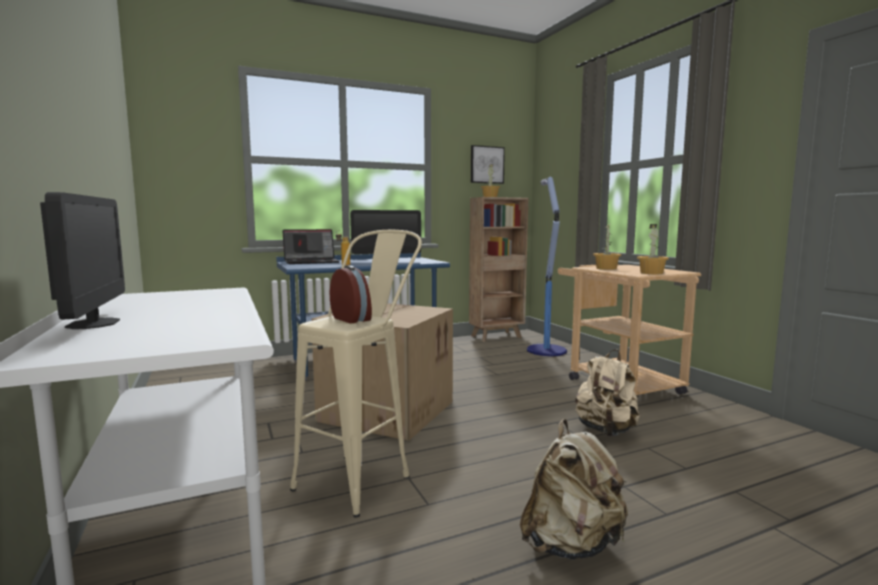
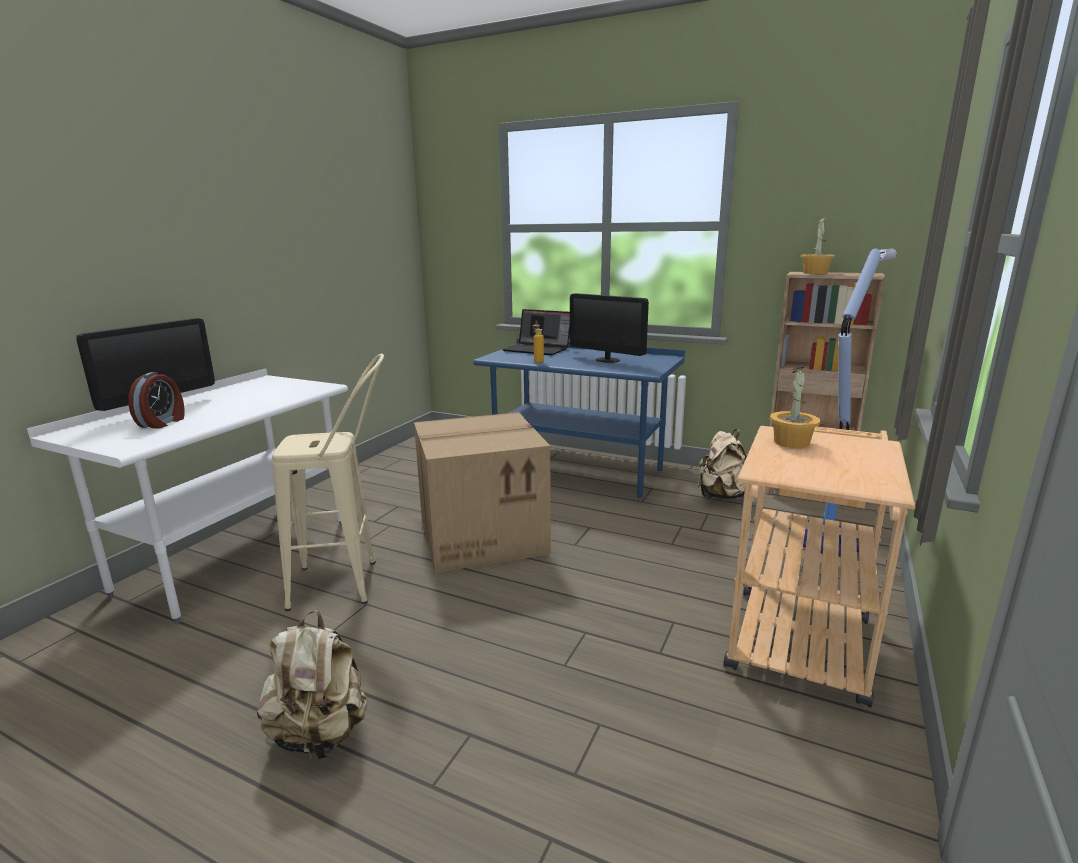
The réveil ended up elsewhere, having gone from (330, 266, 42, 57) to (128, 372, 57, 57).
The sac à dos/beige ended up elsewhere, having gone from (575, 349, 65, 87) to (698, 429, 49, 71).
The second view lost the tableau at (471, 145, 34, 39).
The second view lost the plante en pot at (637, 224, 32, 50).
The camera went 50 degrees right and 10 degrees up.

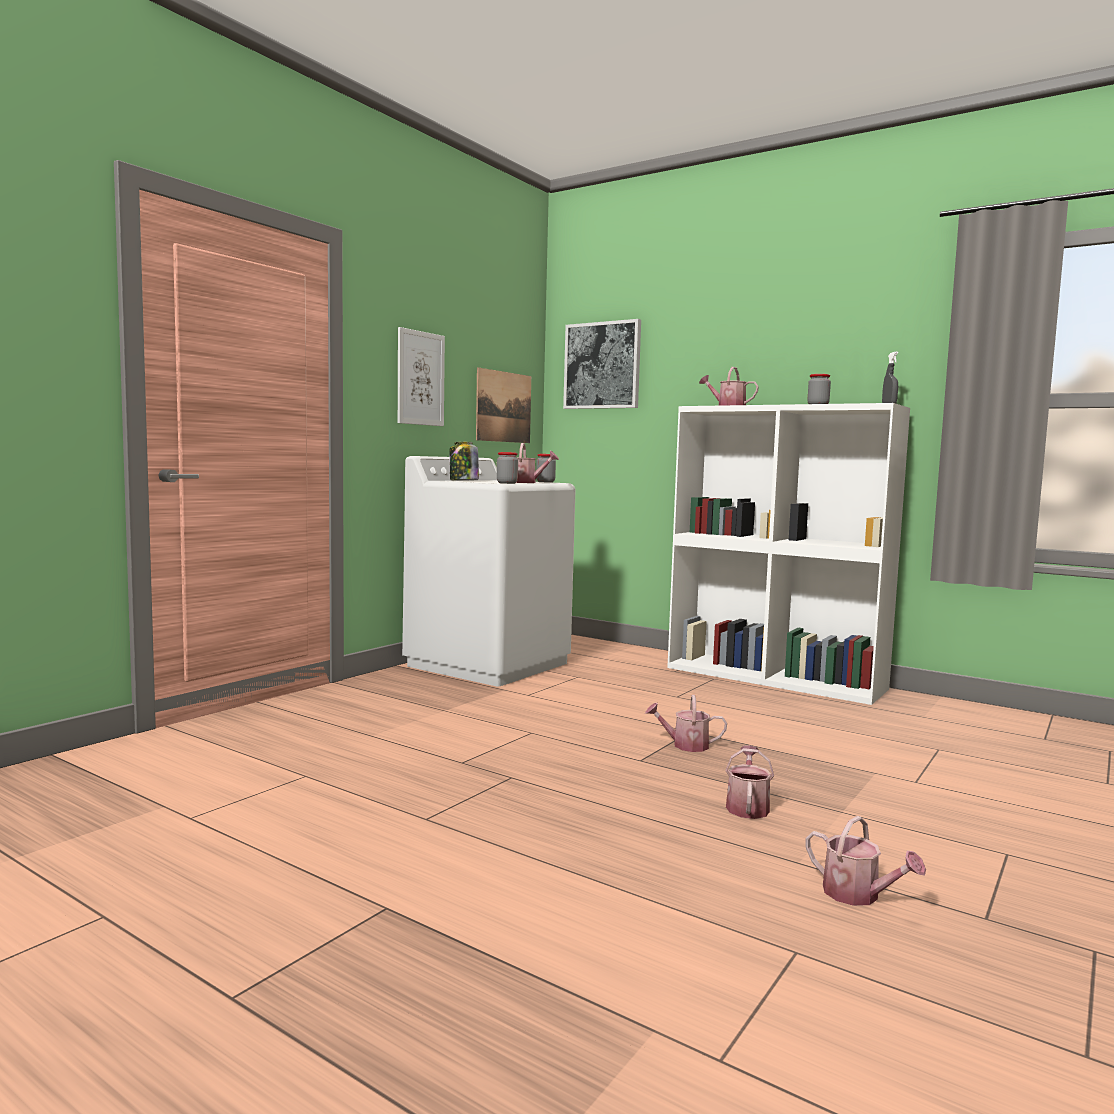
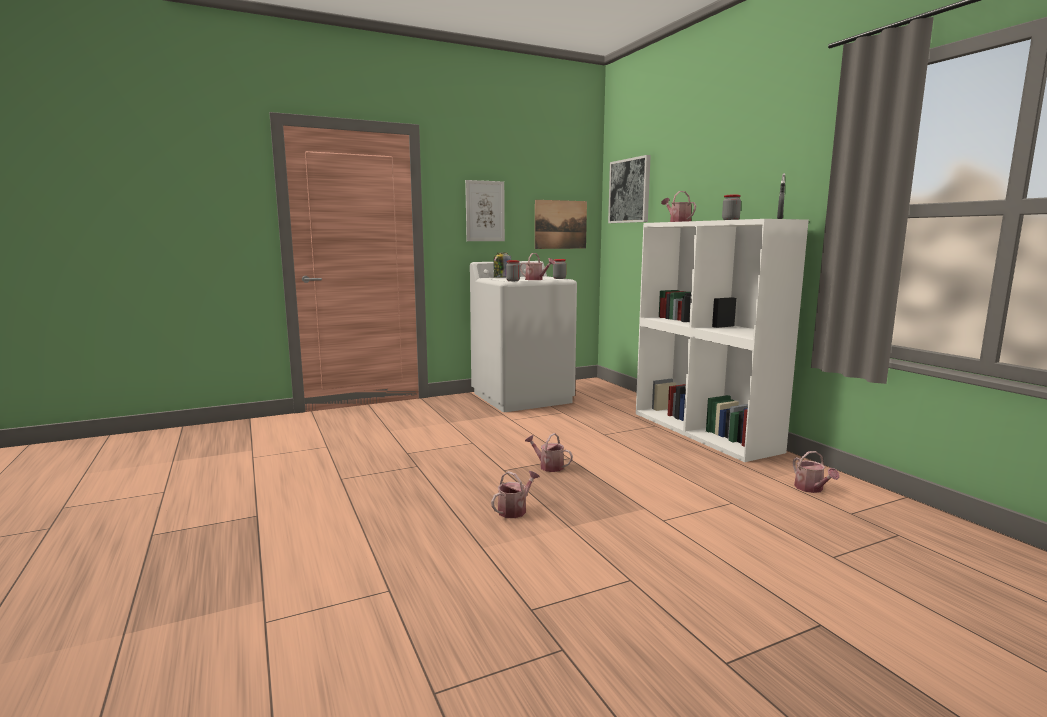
The arrosoir ended up elsewhere, having gone from (805, 816, 121, 90) to (793, 451, 46, 42).
The camera went 30 degrees right and 5 degrees up.

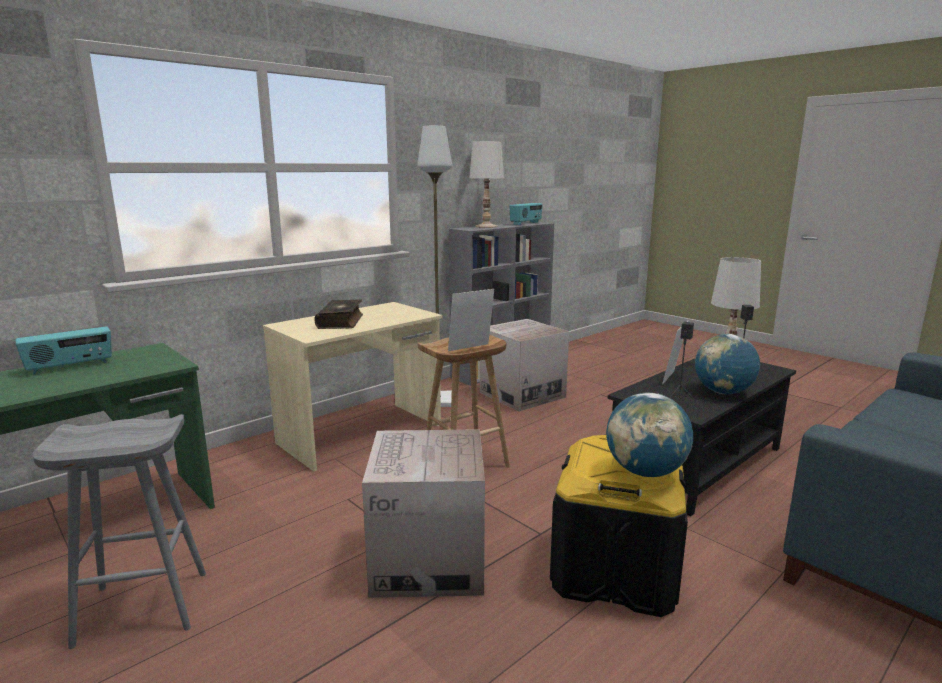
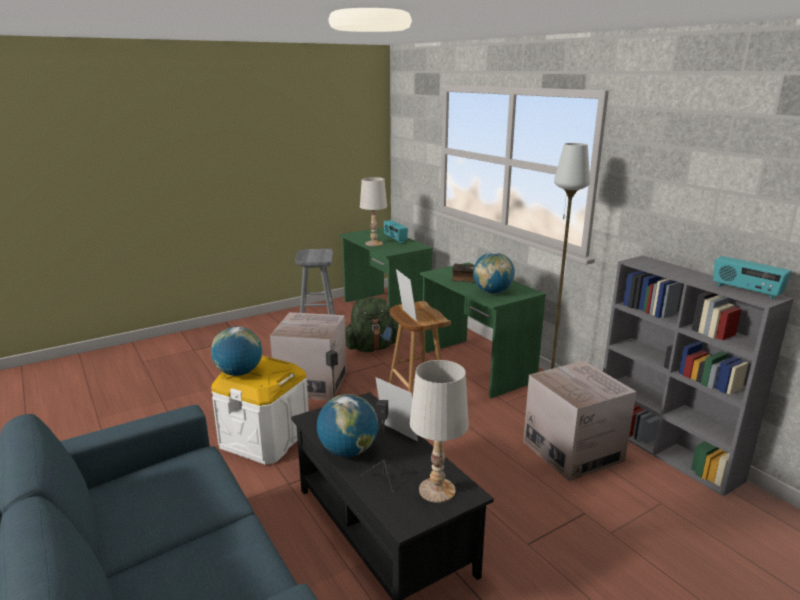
What was the boîte de rangement/noir at (550, 435, 138, 182) turned into the boîte de rangement/blanc at (211, 355, 98, 110).
The second view gained the sac à dos/vert at (345, 297, 53, 55).
The lampe de table/blanc ended up elsewhere, having gone from (469, 141, 35, 87) to (360, 177, 27, 69).
What was the bureau/beige at (263, 302, 180, 169) turned into the bureau/vert at (420, 262, 126, 136).
The second view gained the globe at (473, 252, 42, 42).
The camera went 100 degrees right and 5 degrees up.

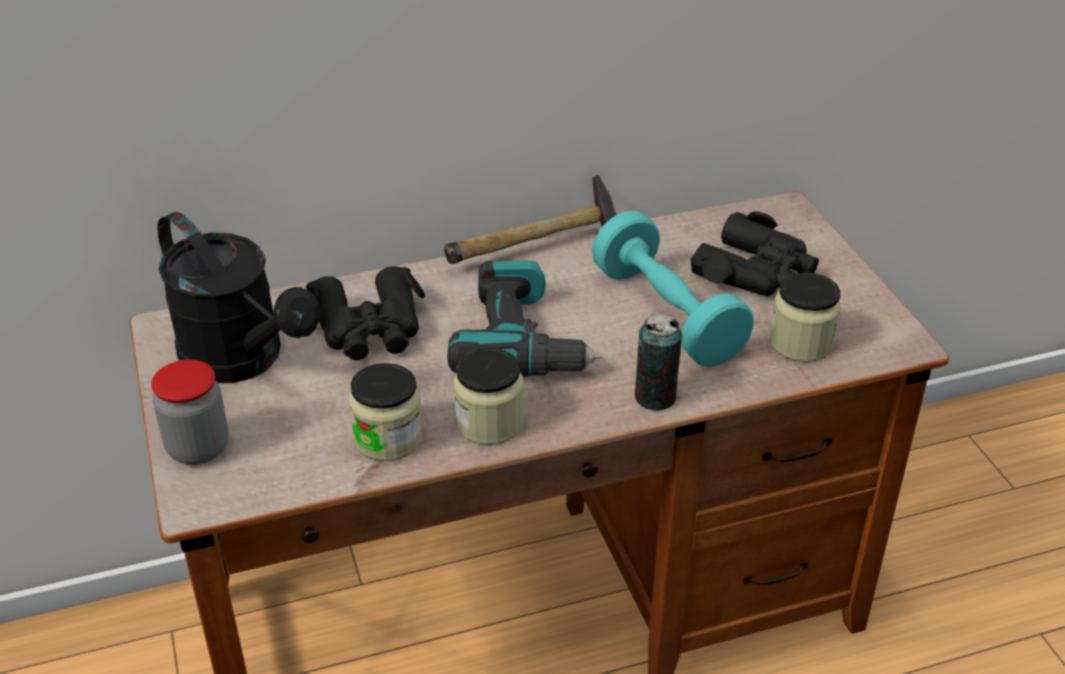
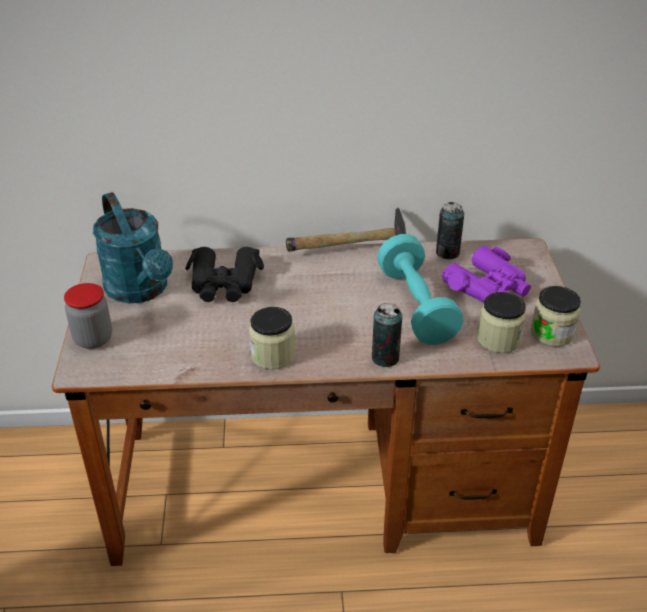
What was the arrosoir/noir at (157, 212, 163, 171) turned into the arrosoir/turquoise at (93, 192, 80, 111).
The second view gained the boîte métallique at (436, 202, 28, 57).
What was the jumelles/noir at (690, 211, 129, 85) turned into the jumelles/violet at (442, 246, 89, 57).
The bocal ended up elsewhere, having gone from (349, 363, 74, 98) to (531, 286, 50, 61).
The second view lost the perceuse at (447, 260, 156, 117).
The camera went 15 degrees right and 0 degrees up.

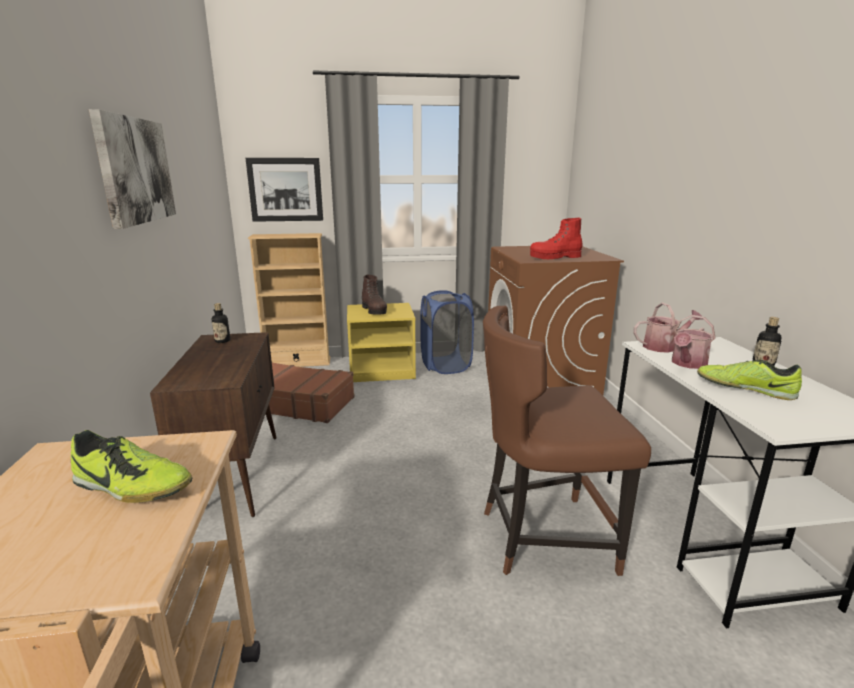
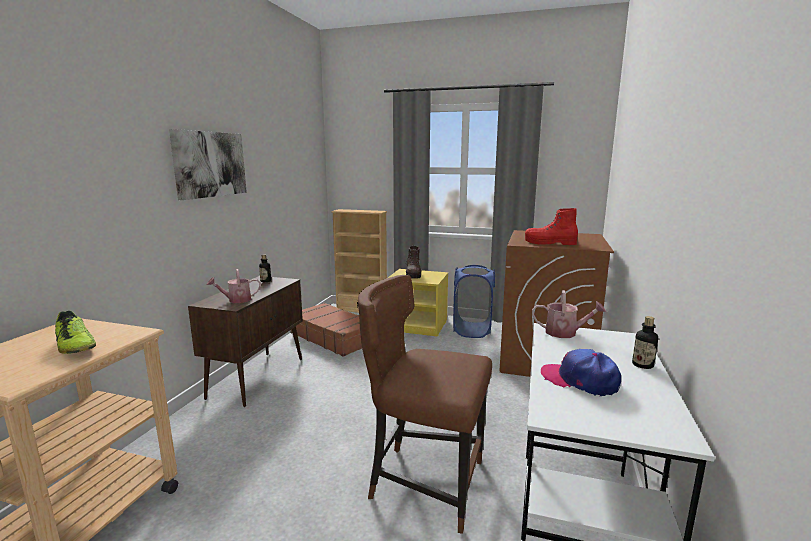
The arrosoir ended up elsewhere, having gone from (672, 315, 44, 54) to (207, 269, 54, 34).
Where the chaussure stood at (697, 359, 105, 41), the casquette came to stand at (541, 349, 80, 47).
The second view lost the tableau at (246, 158, 77, 64).
The camera went 25 degrees right and 5 degrees down.

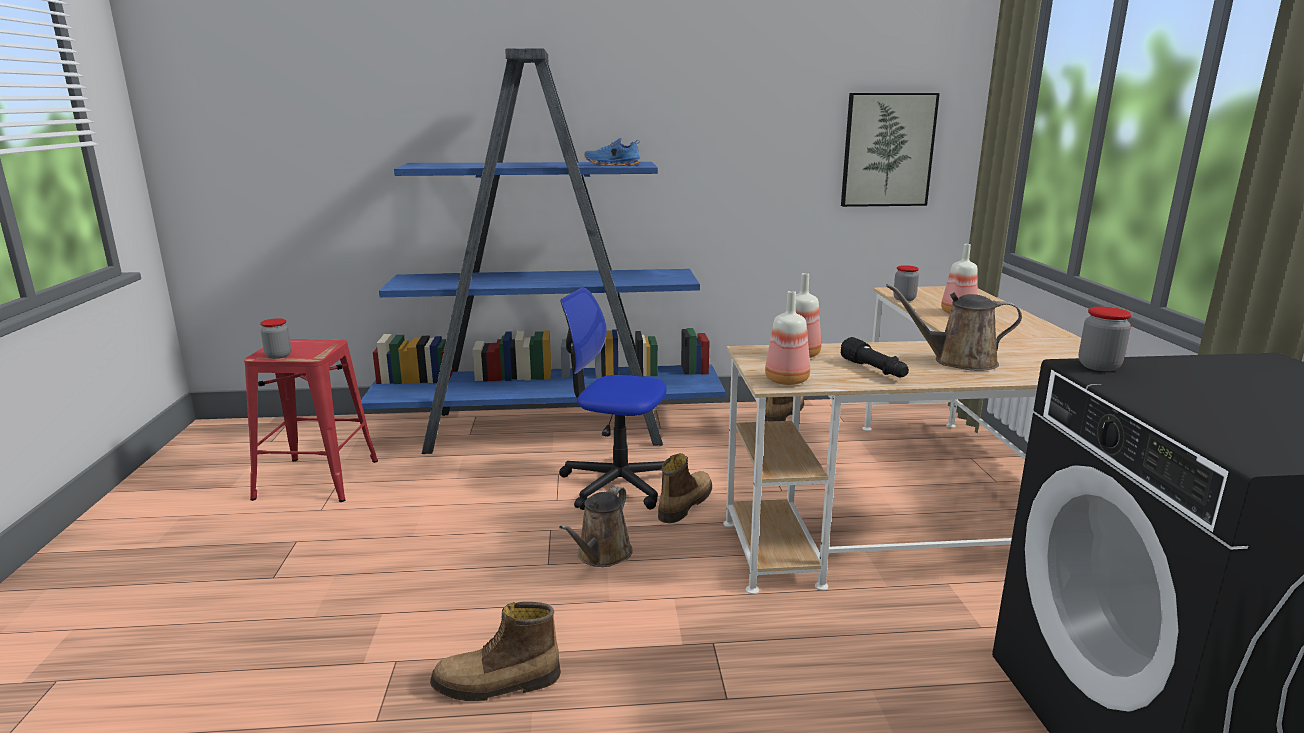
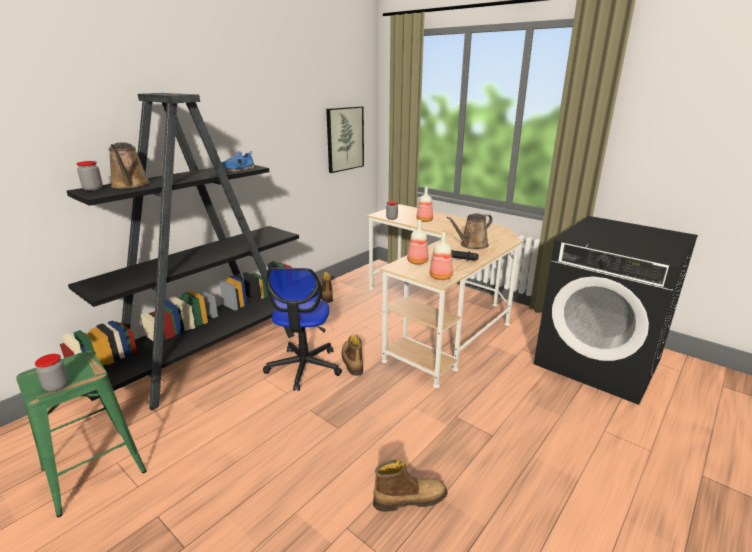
What was the tabouret/rouge at (244, 339, 134, 163) turned into the tabouret/vert at (16, 351, 131, 166).
What was the bibliothèque/bleu at (361, 48, 365, 406) turned into the bibliothèque/noir at (60, 93, 239, 318).
The bocal ended up elsewhere, having gone from (1079, 307, 53, 64) to (76, 161, 27, 30).
The arrosoir/marron ended up elsewhere, having gone from (559, 486, 74, 81) to (109, 142, 41, 47).
The chaise de bureau at (559, 288, 107, 222) ended up facing another way, 60 degrees counterclockwise from before.
The botte at (430, 602, 131, 99) ended up facing another way, 135 degrees counterclockwise from before.
The camera went 45 degrees left and 5 degrees up.

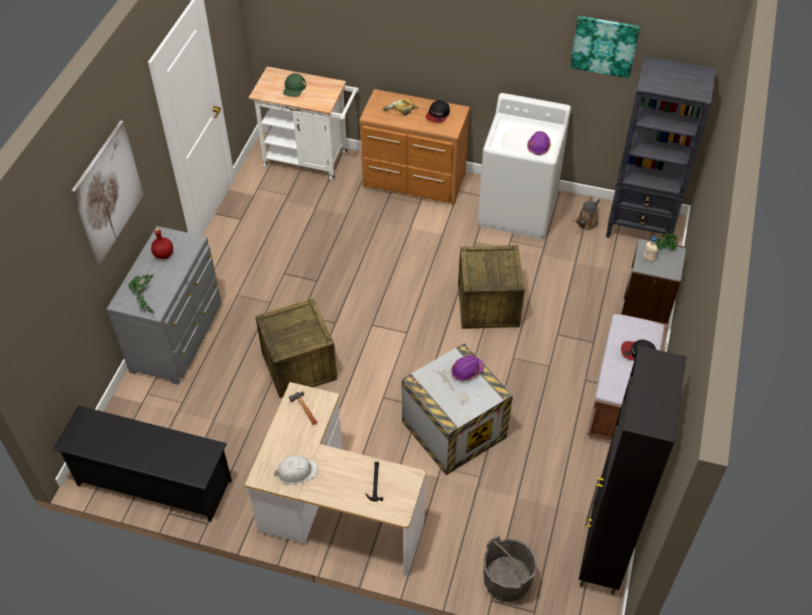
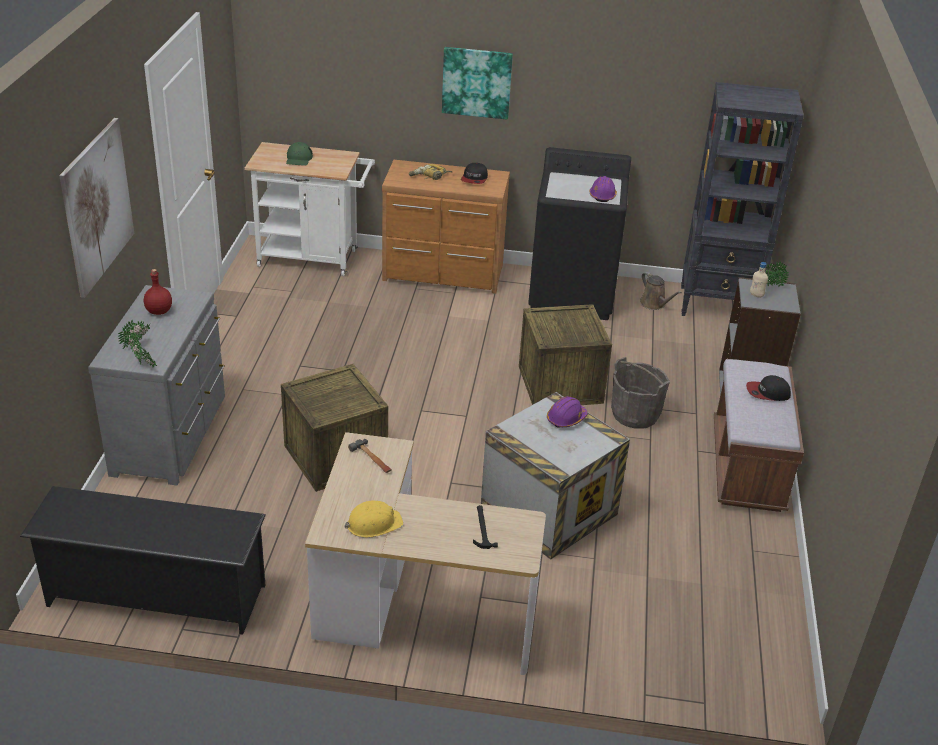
What was the casque de chantier/blanc at (274, 456, 44, 28) turned into the casque de chantier/jaune at (344, 501, 59, 37).
The tableau ended up elsewhere, having gone from (570, 16, 70, 62) to (442, 47, 71, 73).
What was the lave-linge/blanc at (478, 93, 93, 146) turned into the lave-linge/noir at (528, 147, 103, 173).
The seau/gris ended up elsewhere, having gone from (483, 535, 54, 67) to (611, 357, 59, 72).
The arrosoir/marron at (574, 198, 26, 32) ended up facing another way, 60 degrees counterclockwise from before.
The second view lost the meuble de rangement/noir at (579, 346, 108, 249).
The camera went 10 degrees left and 15 degrees down.

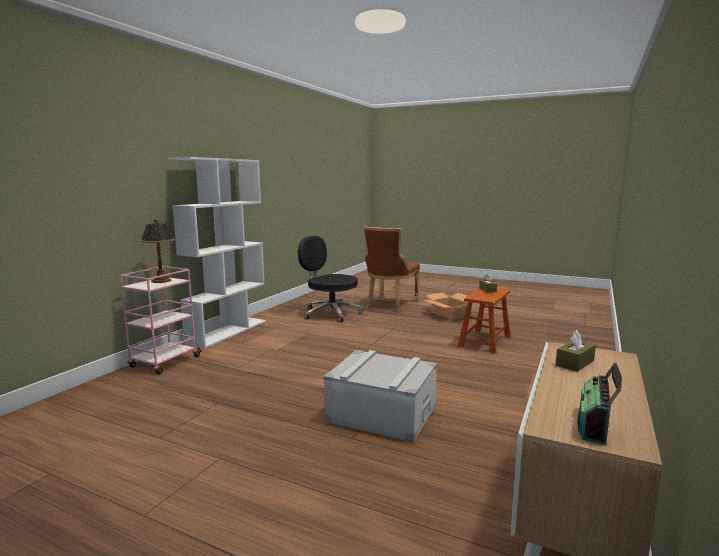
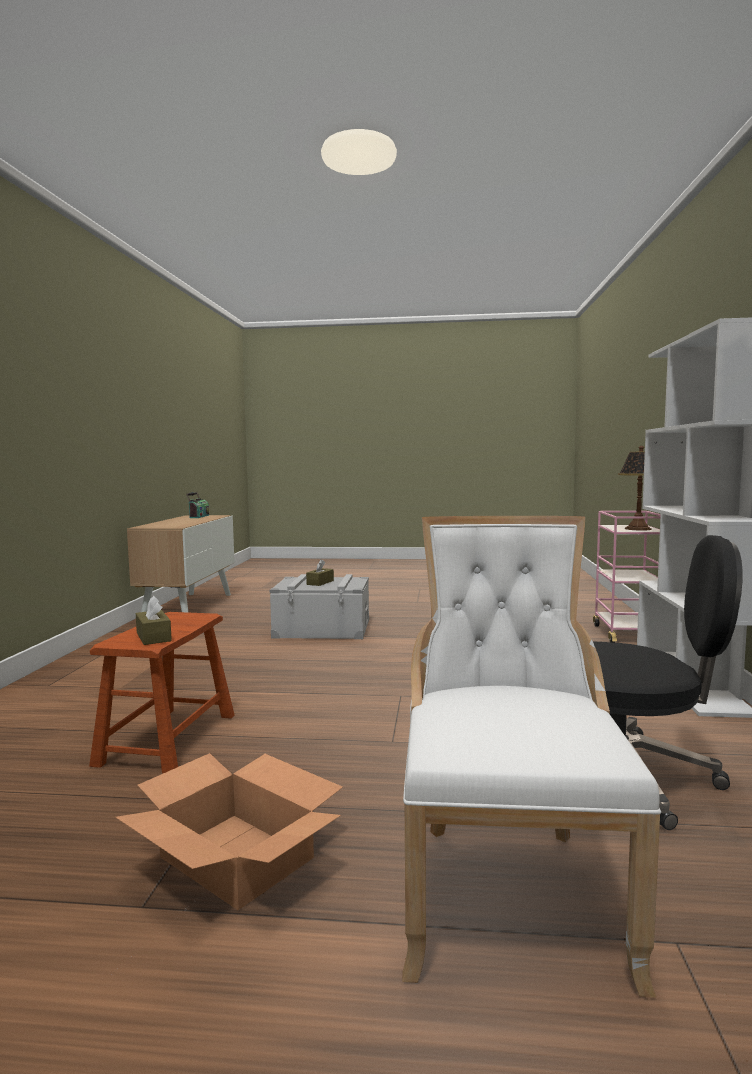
The boîte à mouchoirs/marron ended up elsewhere, having gone from (556, 330, 40, 42) to (306, 559, 28, 27).
What was the chaise/marron at (363, 227, 57, 85) turned into the chaise/blanc at (402, 516, 259, 482).
The camera went 160 degrees right and 5 degrees down.

